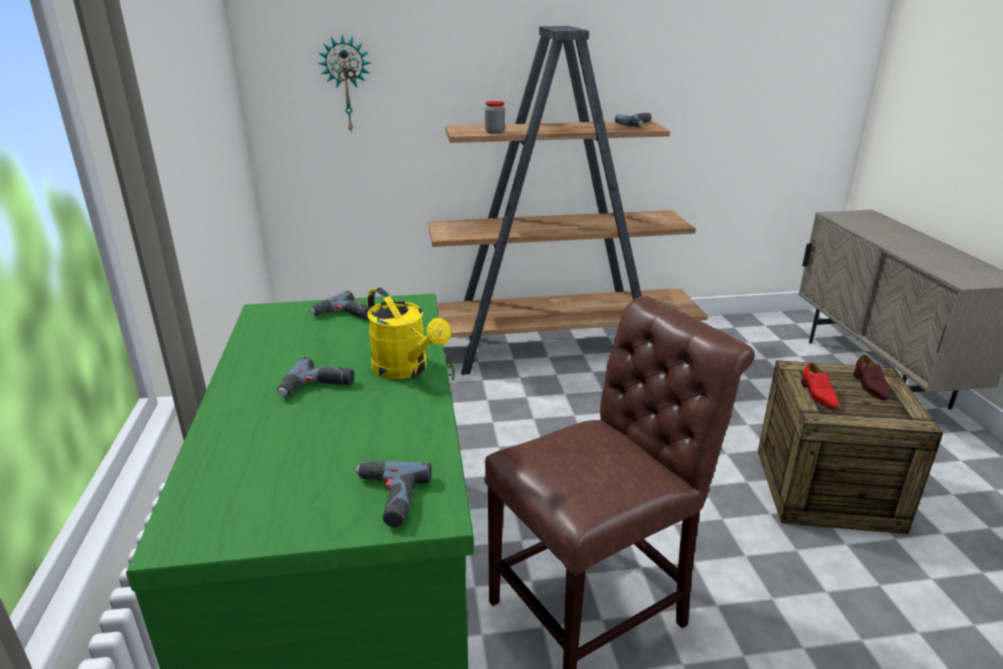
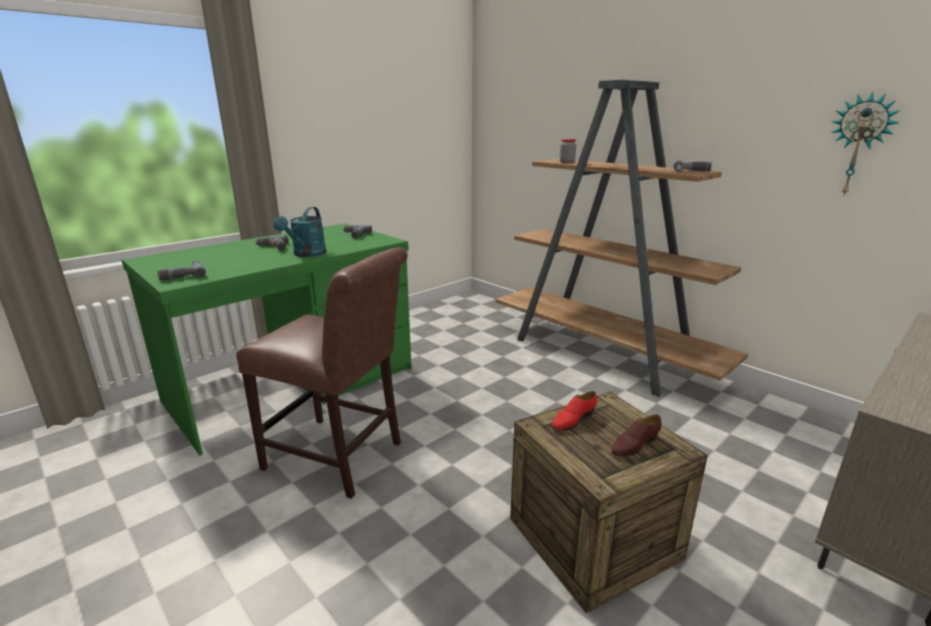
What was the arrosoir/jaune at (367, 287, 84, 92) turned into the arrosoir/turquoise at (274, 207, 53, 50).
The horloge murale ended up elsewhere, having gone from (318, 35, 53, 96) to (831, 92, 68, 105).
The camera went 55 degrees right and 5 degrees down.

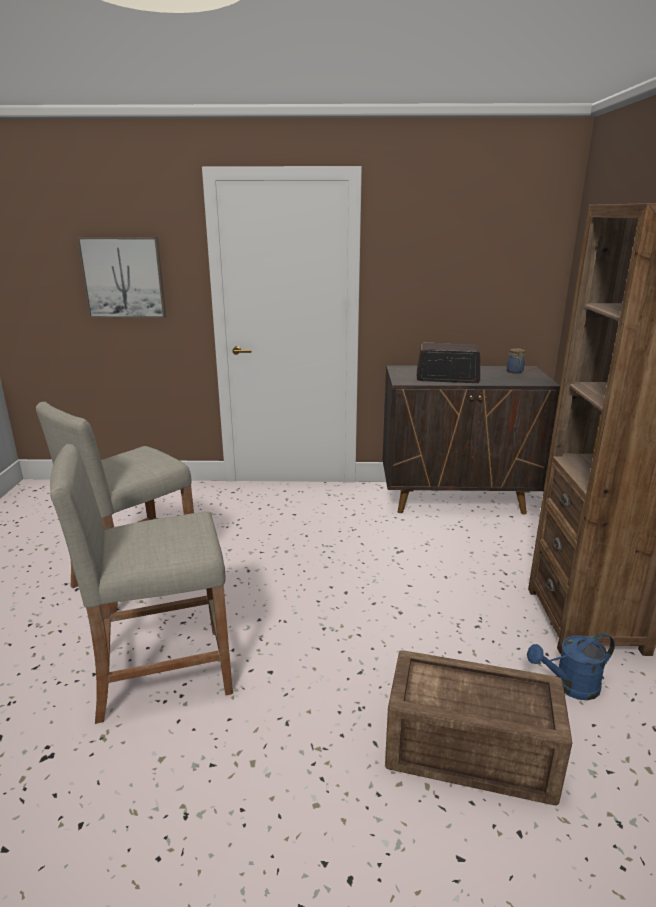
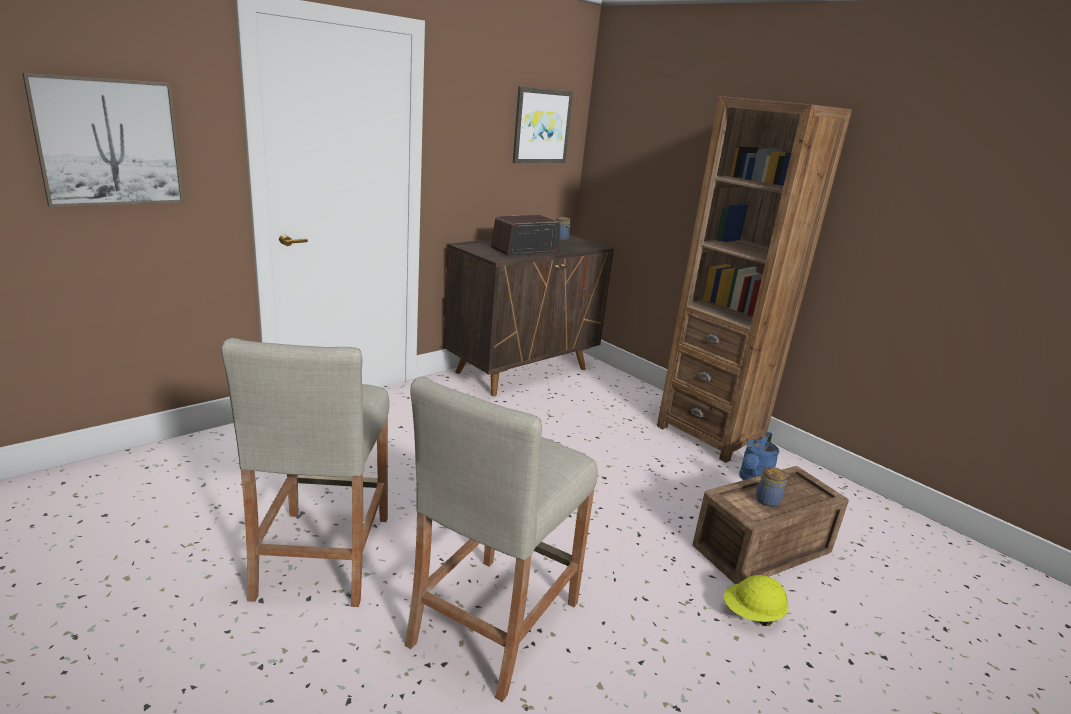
The second view gained the tableau at (513, 87, 60, 76).
The second view gained the casque de chantier/jaune at (724, 575, 65, 51).
The second view gained the bocal at (756, 467, 33, 40).
The camera went 45 degrees left and 0 degrees up.

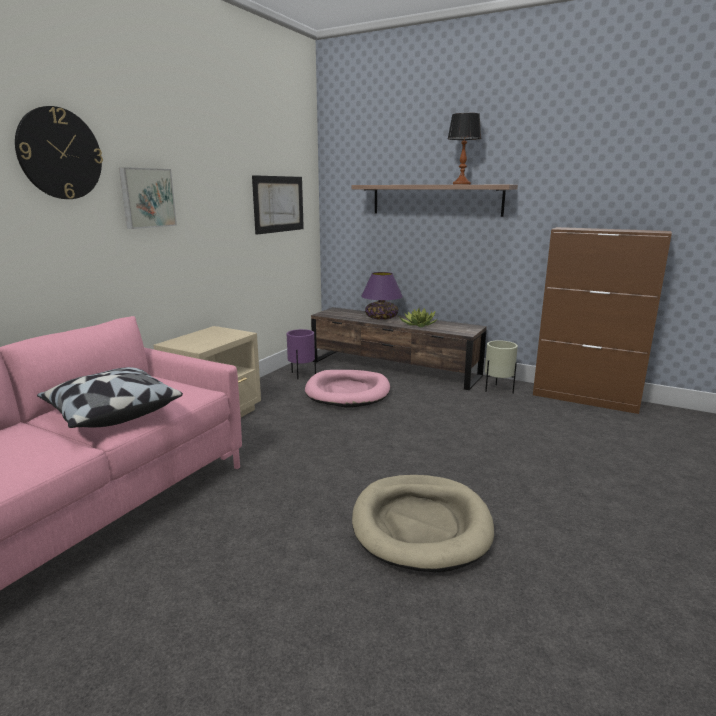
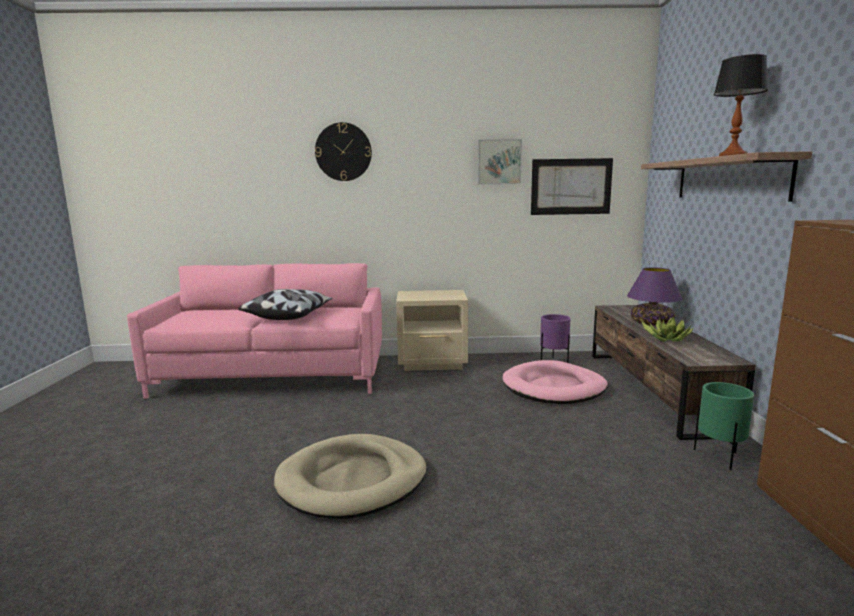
The tableau ended up elsewhere, having gone from (119, 167, 58, 62) to (478, 139, 44, 45).
What was the cache-pot/beige at (485, 340, 33, 54) turned into the cache-pot/vert at (694, 382, 60, 88).
The camera went 60 degrees right and 5 degrees down.

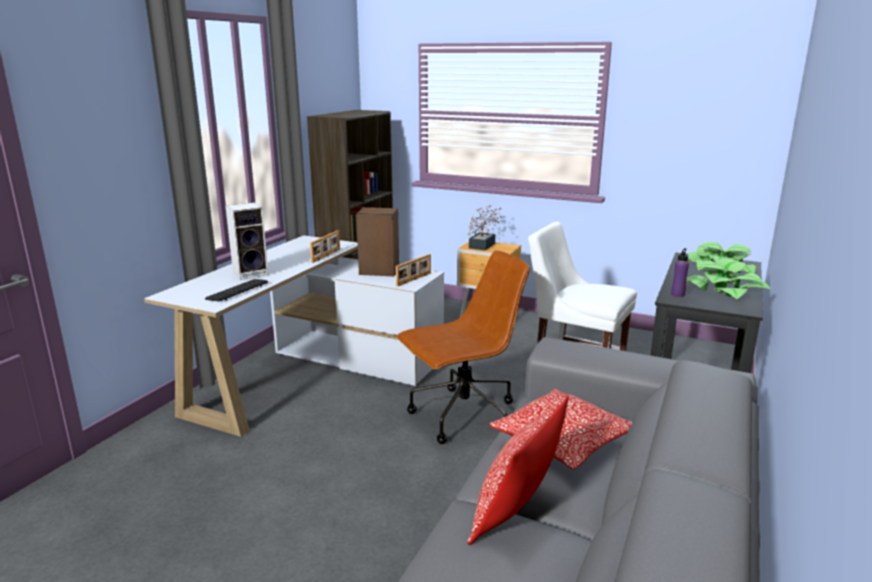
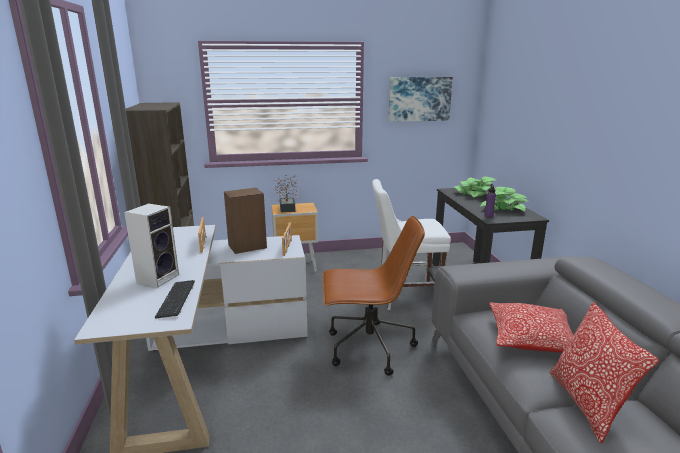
The chaise de bureau/marron at (396, 250, 134, 194) ended up facing another way, 60 degrees clockwise from before.
The second view gained the tableau at (389, 77, 64, 45).
The camera went 35 degrees left and 0 degrees up.

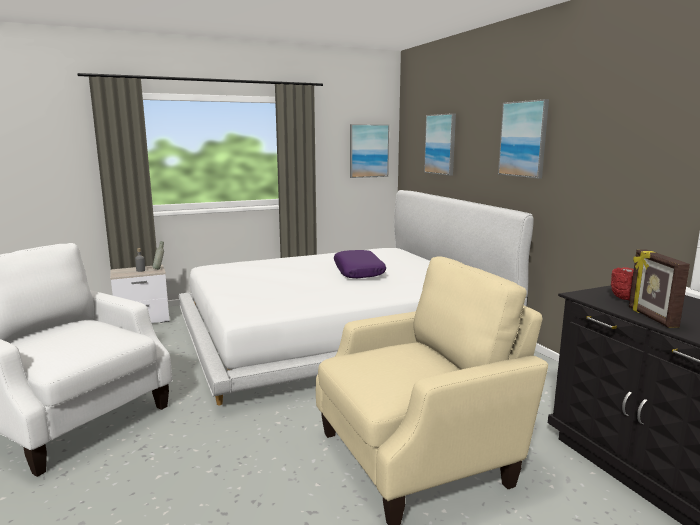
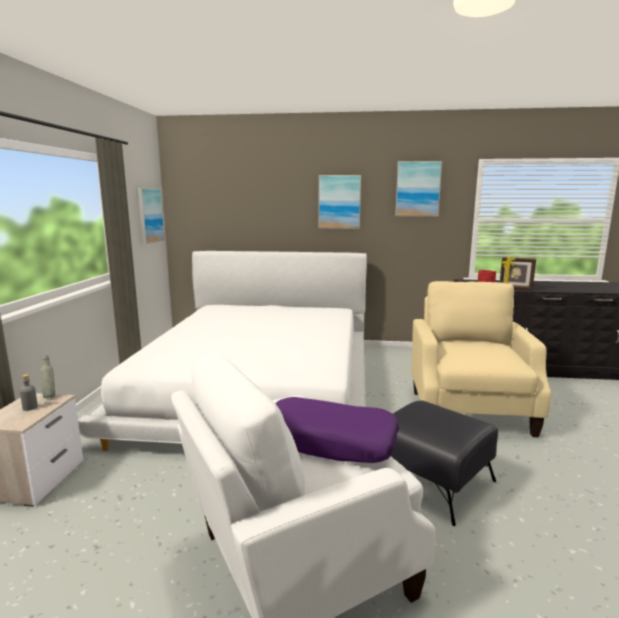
The coussin/violet ended up elsewhere, having gone from (334, 250, 52, 28) to (275, 397, 124, 66).
The second view gained the pouf/noir at (391, 400, 107, 126).
The tableau ended up elsewhere, having gone from (424, 113, 32, 63) to (395, 161, 47, 56).
The camera went 60 degrees left and 0 degrees up.

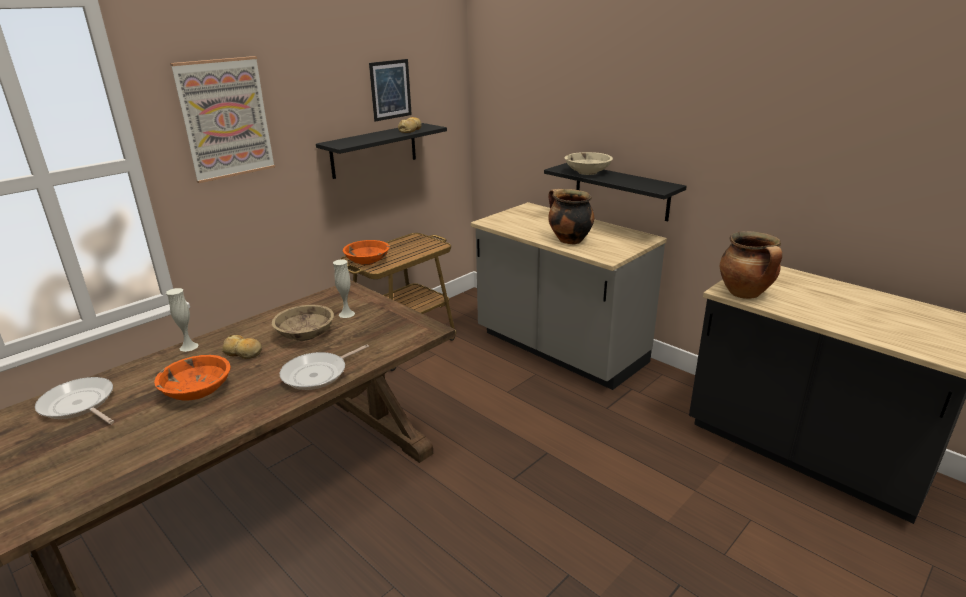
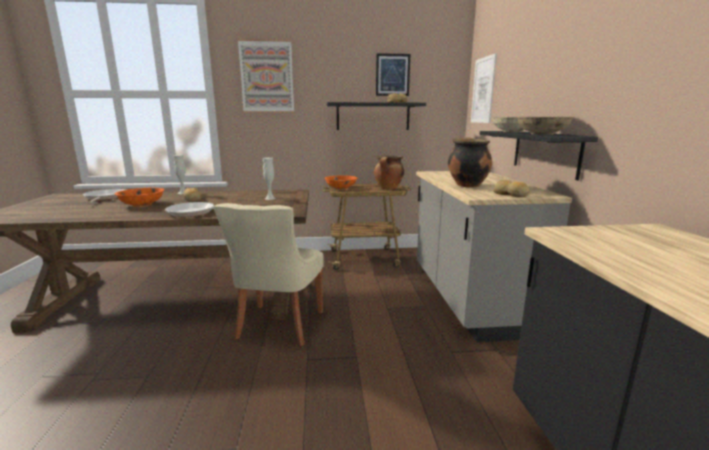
The second view gained the chaise/beige at (214, 203, 110, 143).
The marmite ended up elsewhere, having gone from (720, 231, 62, 68) to (374, 156, 30, 34).
The second view gained the tableau at (471, 53, 26, 70).
The second view gained the pain at (493, 180, 37, 17).
The bol/beige ended up elsewhere, having gone from (272, 305, 62, 36) to (516, 117, 59, 17).
The camera went 40 degrees right and 10 degrees down.

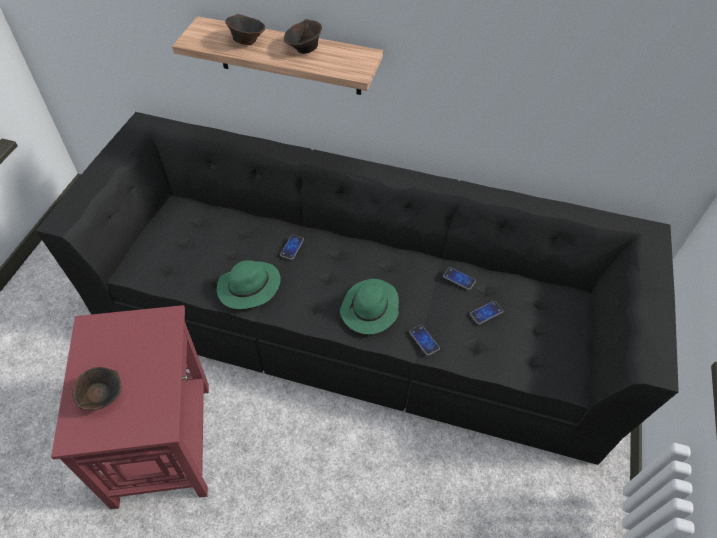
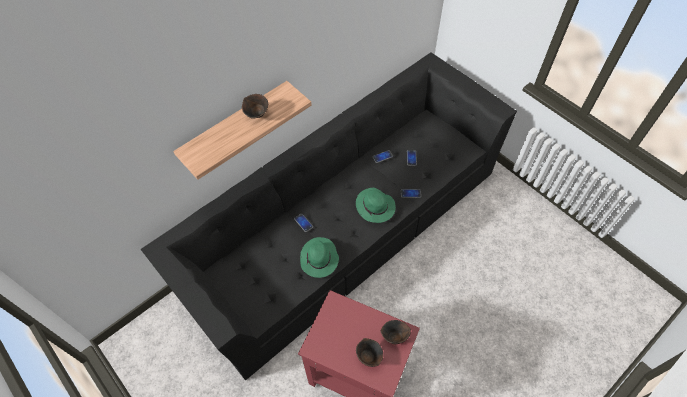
The bol/marron ended up elsewhere, having gone from (225, 14, 40, 31) to (380, 320, 31, 24).
The camera went 55 degrees left and 5 degrees up.

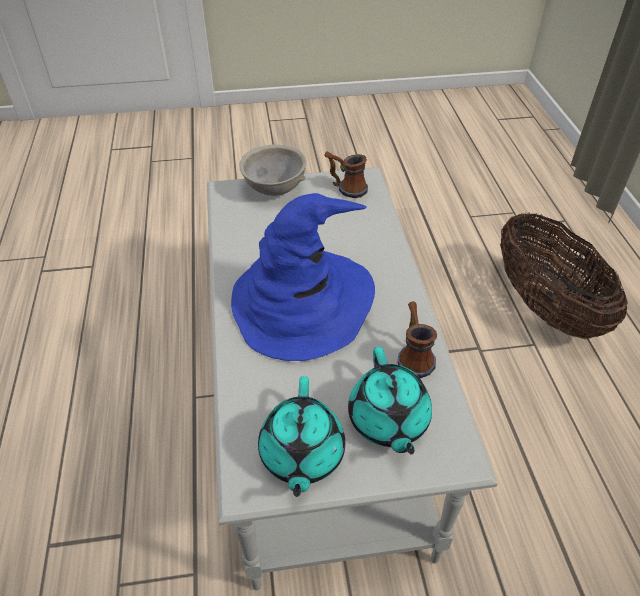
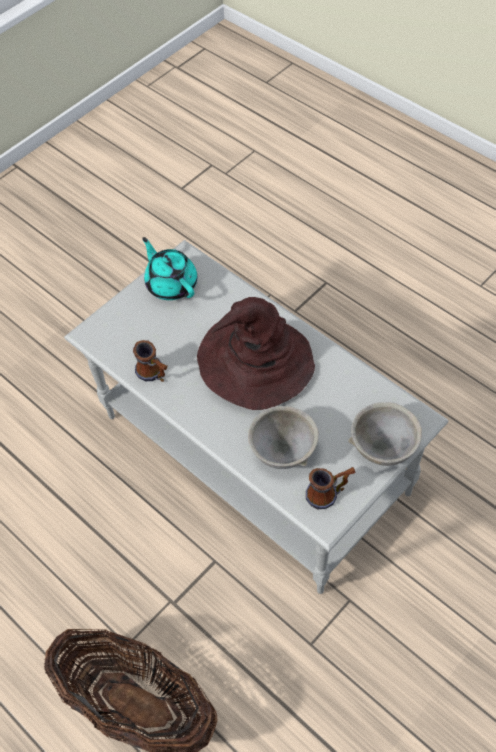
What was the chapeau/bleu at (231, 193, 144, 168) turned into the chapeau/marron at (197, 297, 118, 113).
The second view gained the bol/gris at (248, 406, 71, 63).
The second view lost the théière/turquoise at (348, 347, 84, 107).
The camera went 145 degrees right and 10 degrees up.

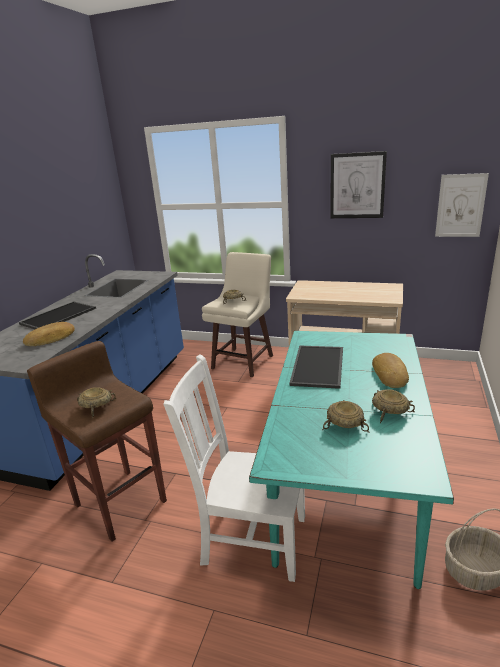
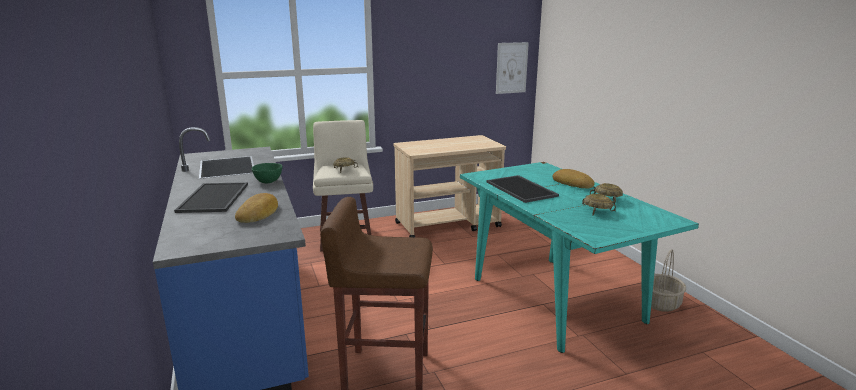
The second view gained the bol/vert at (252, 163, 30, 20).
The second view lost the bol/beige at (77, 387, 40, 32).
The second view lost the chaise/blanc at (163, 354, 142, 228).
The second view lost the tableau at (330, 151, 57, 67).
The camera went 40 degrees left and 5 degrees down.

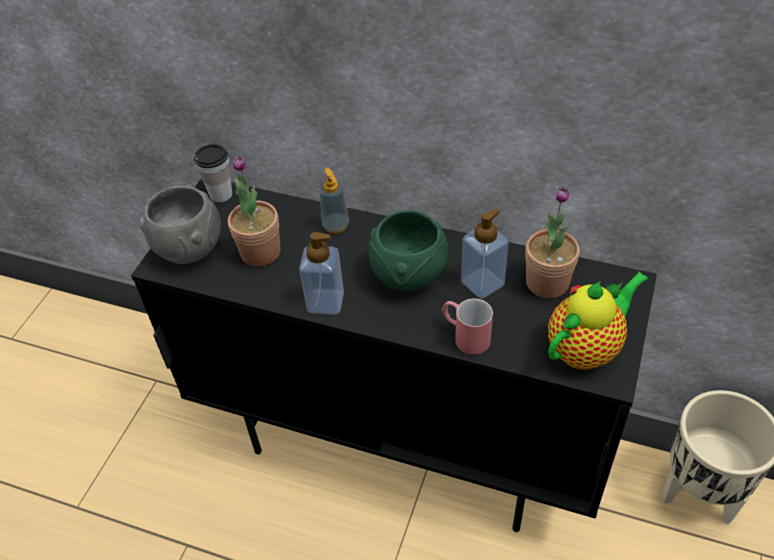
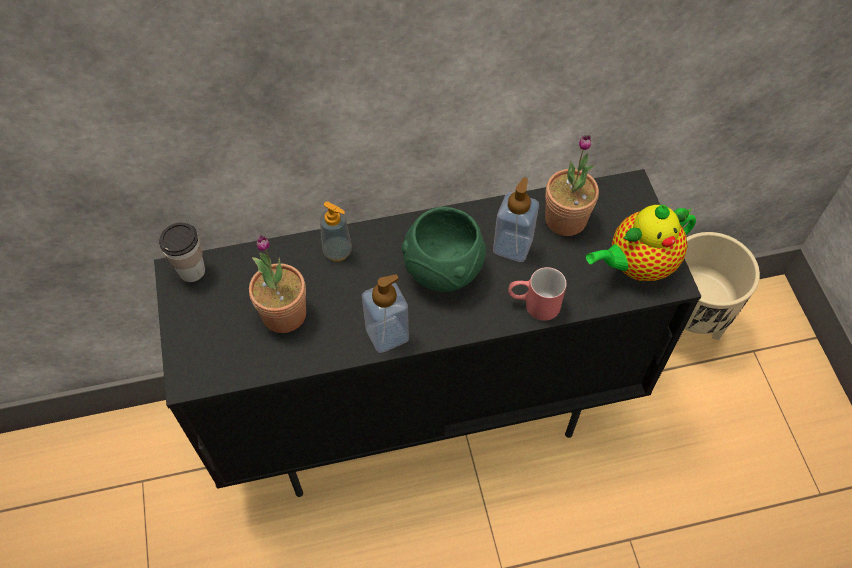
The théière at (548, 272, 101, 98) ended up facing another way, 135 degrees counterclockwise from before.
The second view lost the bol/gris at (139, 186, 82, 78).
The camera went 35 degrees left and 10 degrees up.

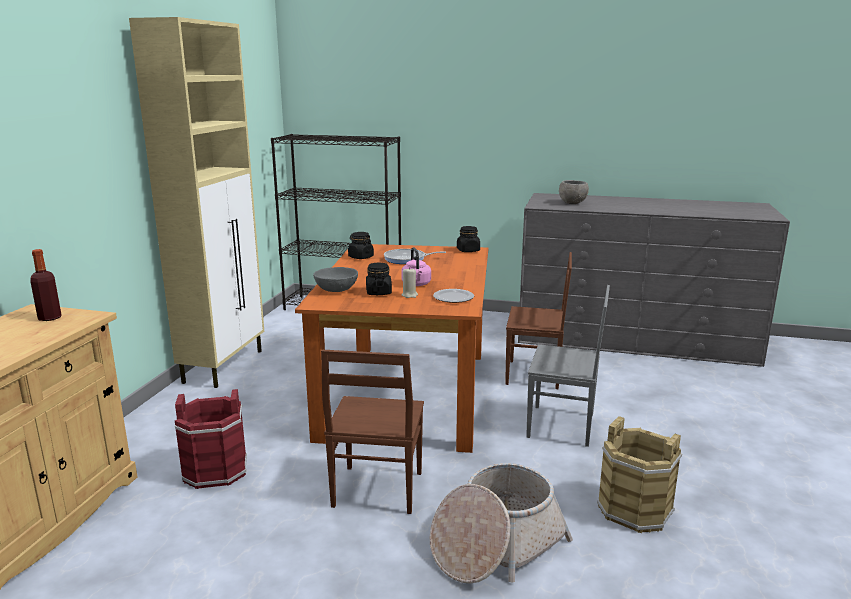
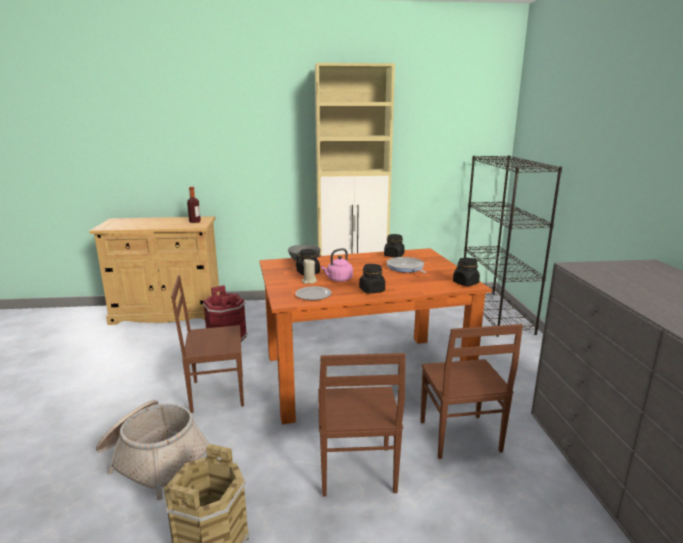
What was the chaise/gris at (526, 285, 84, 162) turned into the chaise/marron at (318, 353, 87, 143).
The second view gained the bocal/noir at (359, 264, 26, 30).
The second view lost the bol/gris at (559, 180, 30, 24).
The camera went 70 degrees right and 0 degrees up.

